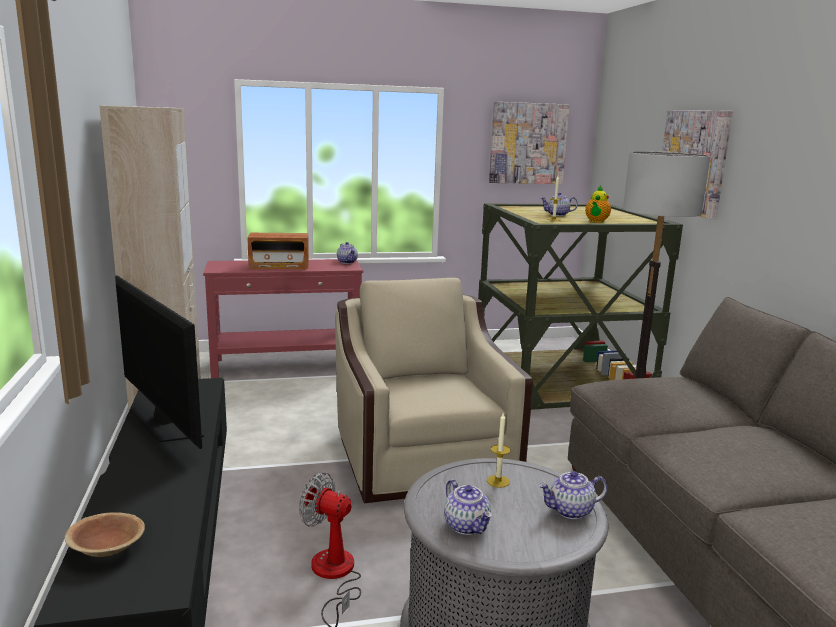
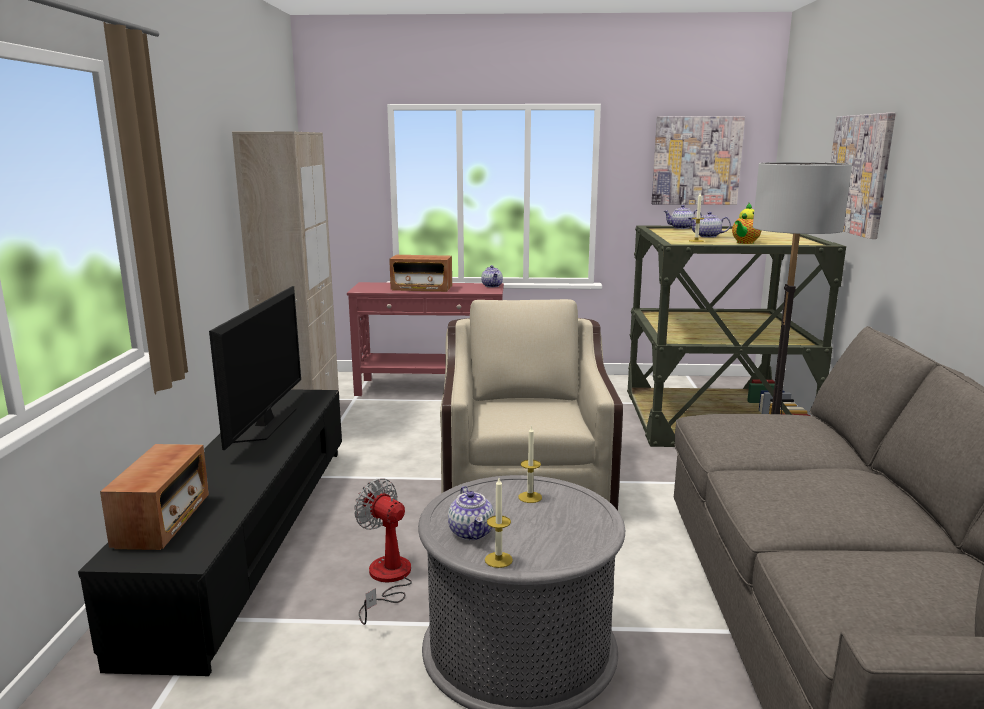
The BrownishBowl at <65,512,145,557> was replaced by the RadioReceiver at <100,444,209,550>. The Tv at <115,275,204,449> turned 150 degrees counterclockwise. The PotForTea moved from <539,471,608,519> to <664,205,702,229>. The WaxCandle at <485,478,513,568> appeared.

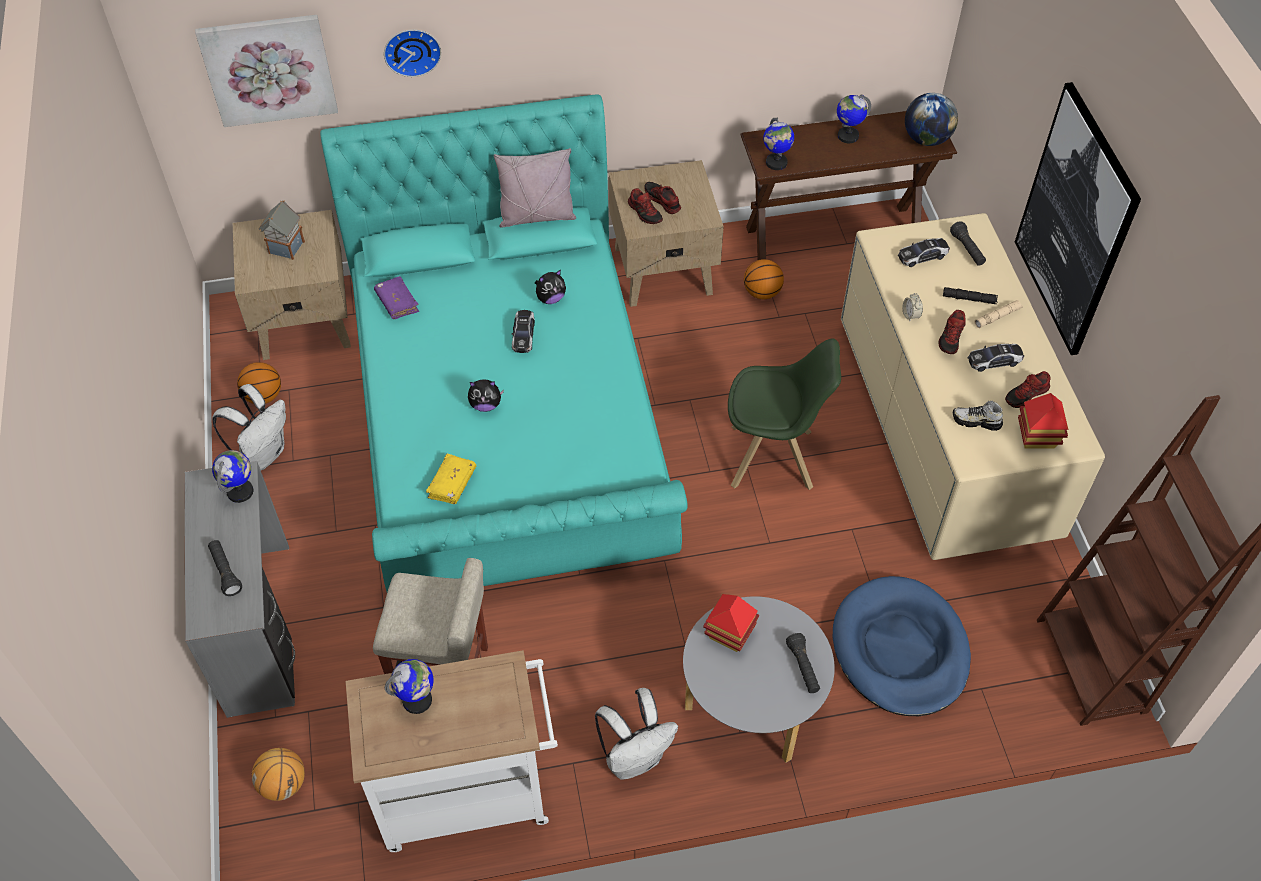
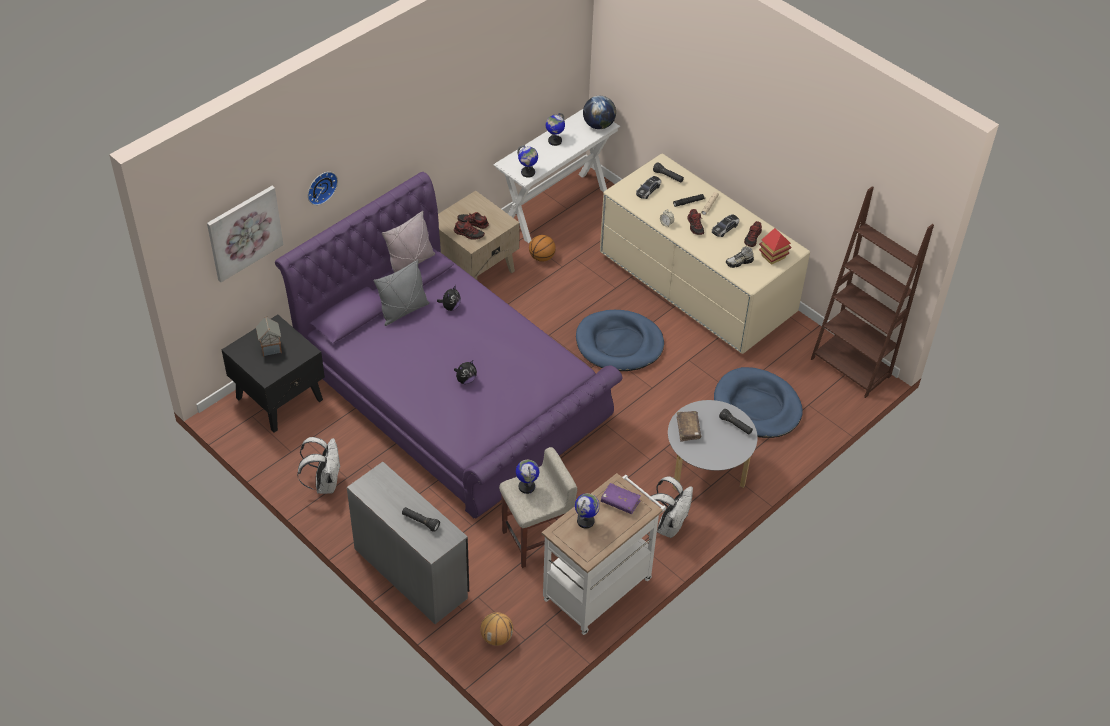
The WorldGlobe moved from <212,450,253,503> to <516,460,539,494>. The SandColouredBedsideTable at <233,210,351,360> became the BlackBedsideTable at <222,314,325,433>. The BallForBasketball at <237,362,281,404> disappeared. The TurquoiseColouredBedroomBed at <320,95,688,592> became the PurplishBedroomBed at <275,172,623,519>. The PurplishBoundBook moved from <374,276,419,319> to <601,483,641,514>. The YellowBoundBook at <426,454,476,504> disappeared. The ModelCar at <512,310,535,353> disappeared. The MiniatureHouse at <703,594,759,652> was replaced by the BrownishBoundBook at <677,411,701,441>. The GreenColouredUprightChair at <728,338,841,490> was replaced by the BluePetBed at <576,310,664,371>. The BrownishHallTable at <740,111,957,260> became the WhiteColouredHallTable at <494,109,620,243>. The WallPicture at <1015,82,1141,355> disappeared. The GrayPillow at <373,259,429,326> appeared.

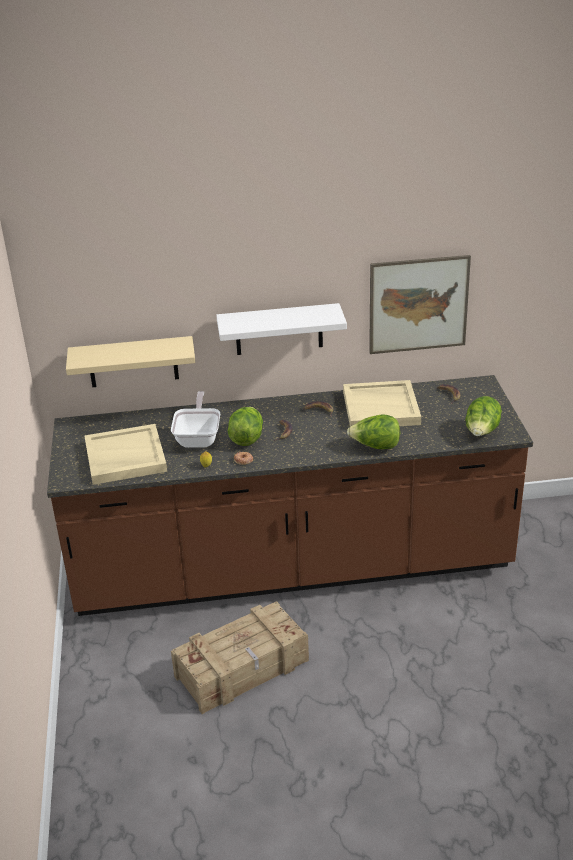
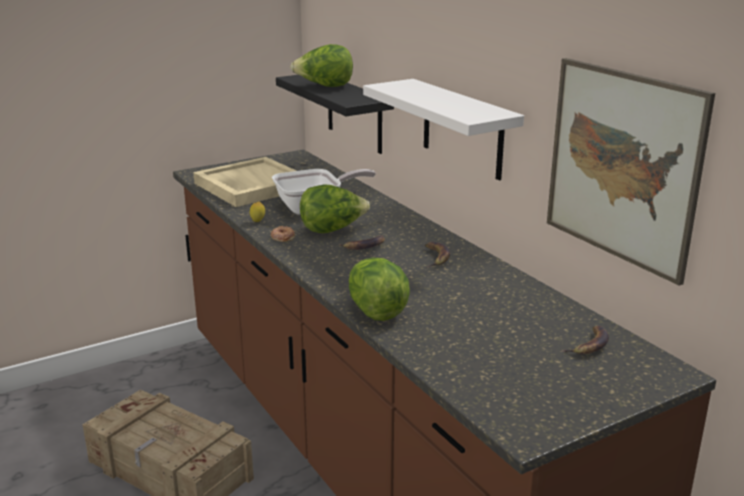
The SandColouredShelf at <66,336,195,387> became the BlackShelf at <276,75,394,154>. The SandColouredServingTray at <343,380,421,426> disappeared. The Lettuce moved from <465,396,502,436> to <290,44,353,87>.

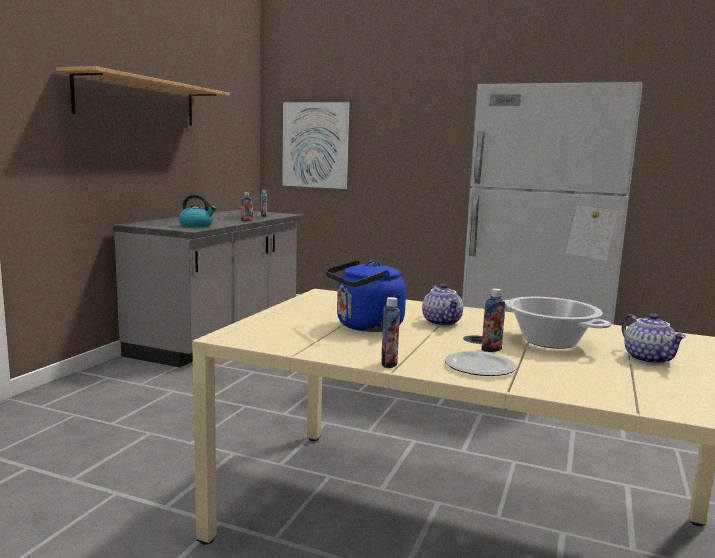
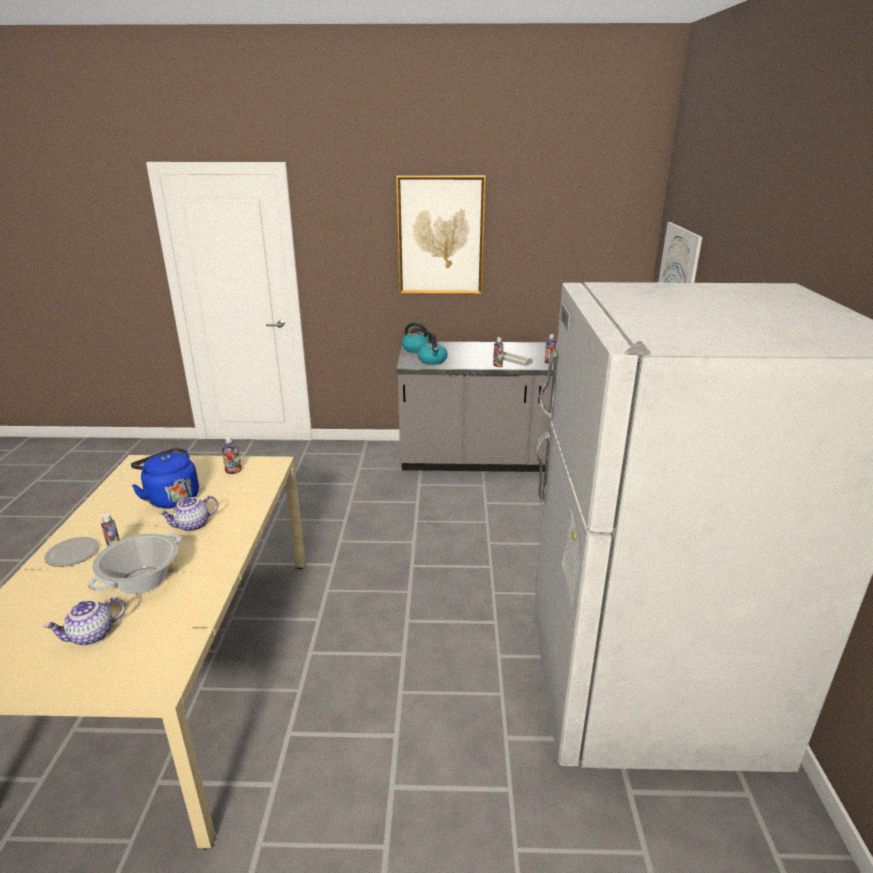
The Shelf at <56,66,230,126> was replaced by the WallPicture at <396,175,486,294>. The Bottle moved from <381,297,400,368> to <222,436,242,474>. The TeaKettle at <402,322,431,353> appeared.

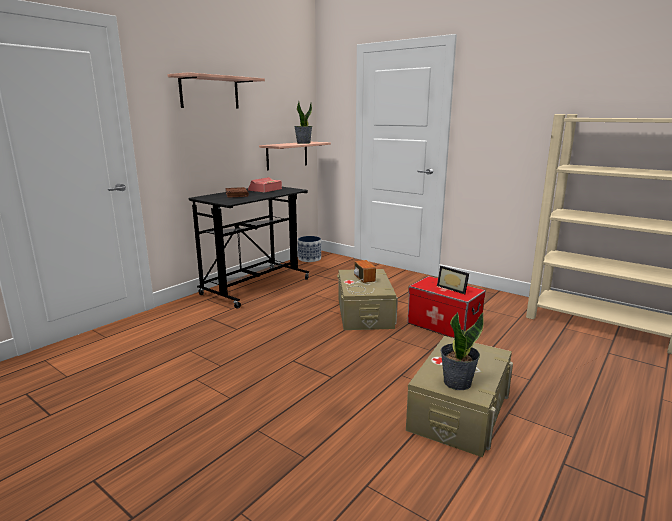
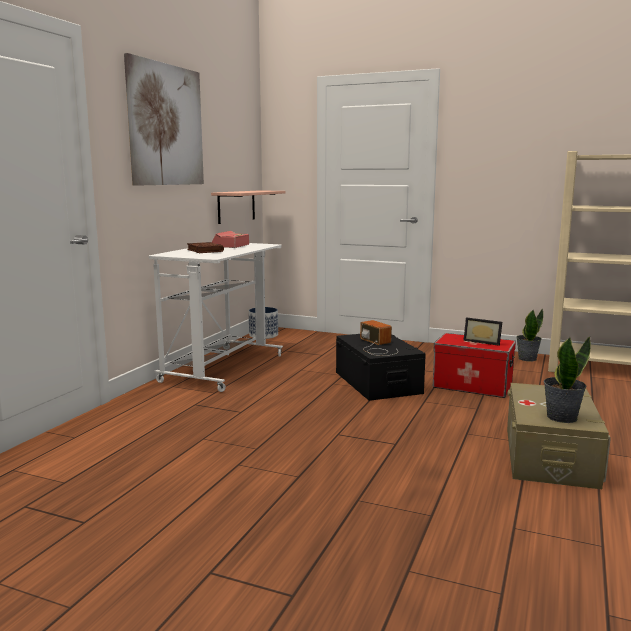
The Shelf at <167,72,265,108> was replaced by the WallPicture at <124,53,204,186>. The BlackDeskTable at <188,187,309,309> became the WhiteColouredDeskTable at <149,243,283,392>. The PlantInAPot moved from <294,102,313,144> to <517,309,543,361>. The SandColouredStorageContainer at <337,269,398,330> became the BlackStorageContainer at <336,334,426,401>.

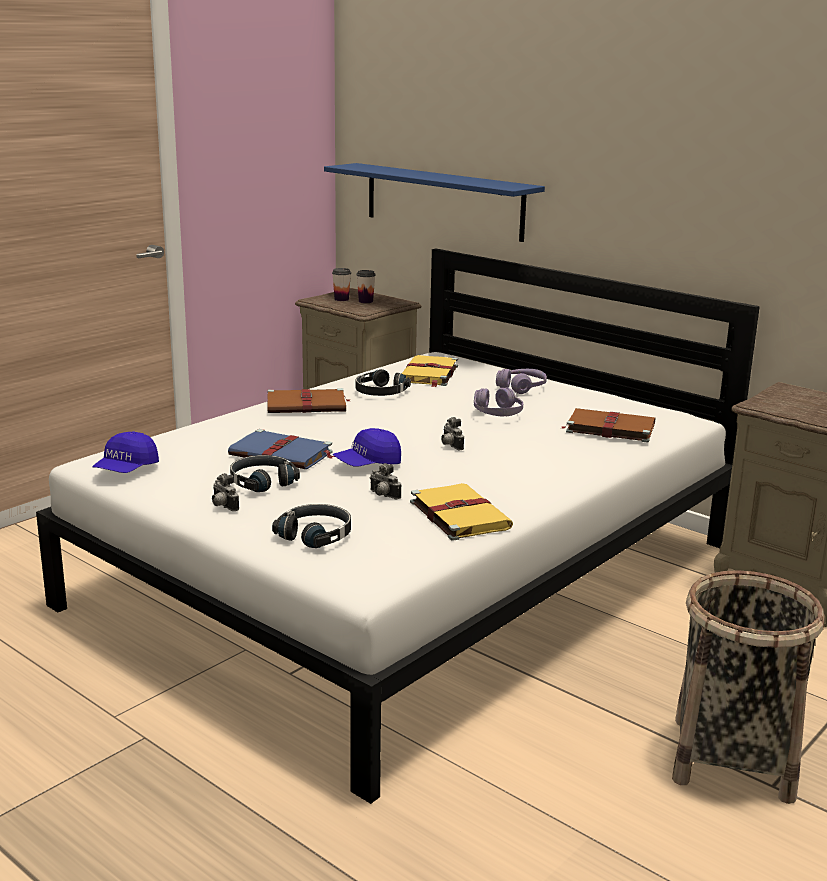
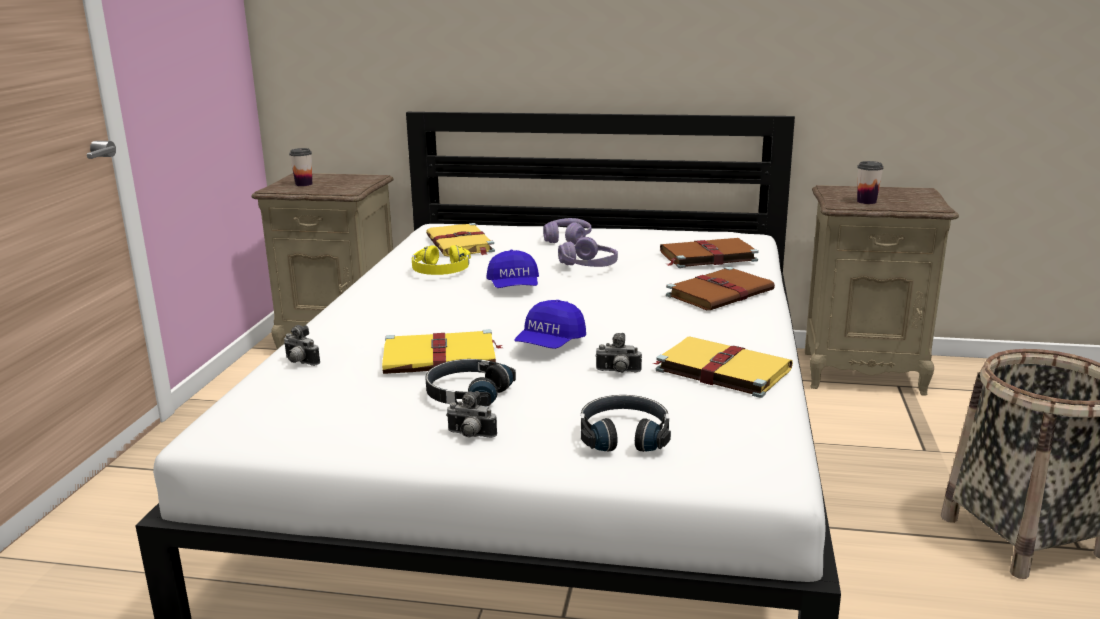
The BlueBaseballCap moved from <92,432,159,473> to <486,250,539,288>. The BlueBoundBook at <228,429,335,469> became the YellowBoundBook at <382,329,502,374>. The BrownishBoundBook moved from <267,388,351,413> to <666,267,775,310>. The BlueShelf at <324,163,545,242> disappeared. The BlackHeadphones at <355,369,411,396> became the YellowHeadphones at <412,245,471,275>. The Cup moved from <356,270,376,303> to <857,161,884,204>. The StillCamera moved from <441,417,464,450> to <284,325,320,366>.

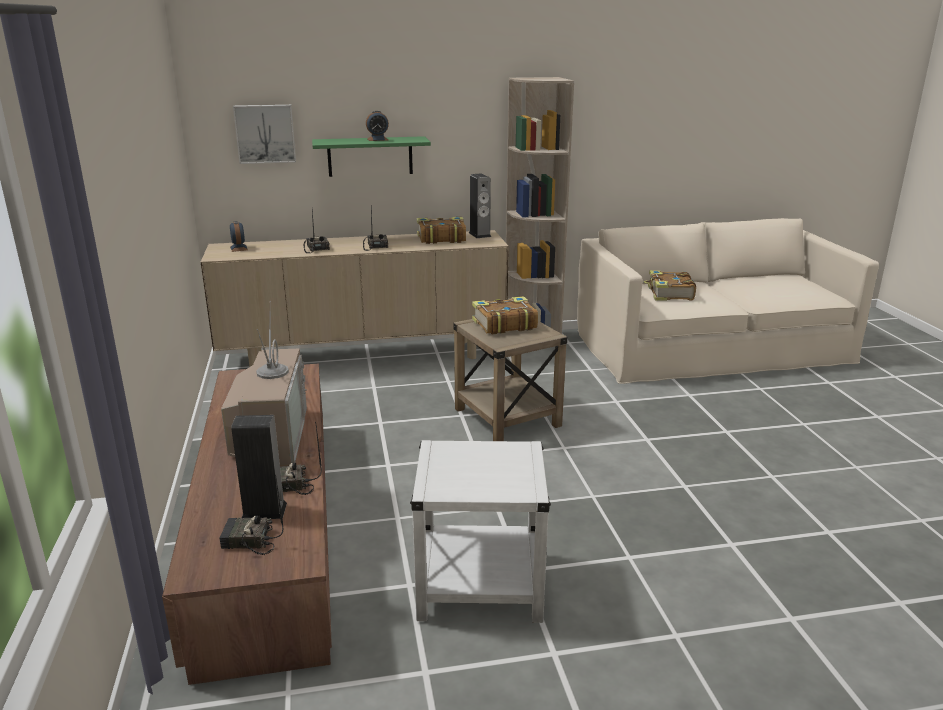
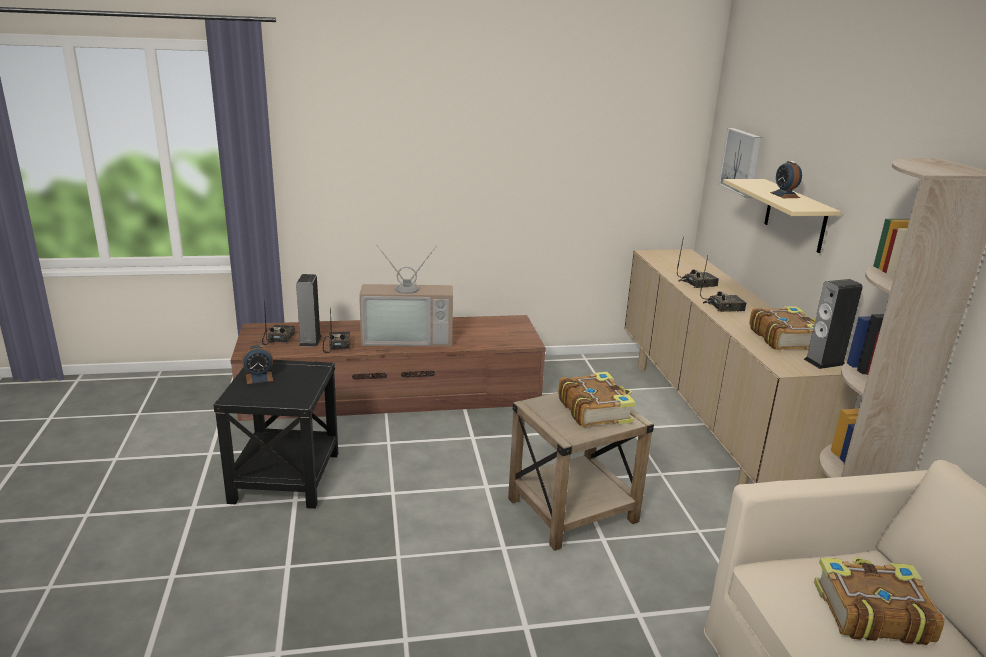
The AlarmClock moved from <230,221,248,252> to <242,345,273,384>. The GreenColouredShelf at <312,136,431,177> became the SandColouredShelf at <723,179,841,253>. The WhiteColouredEndTable at <410,440,551,623> became the BlackEndTable at <213,360,338,509>.

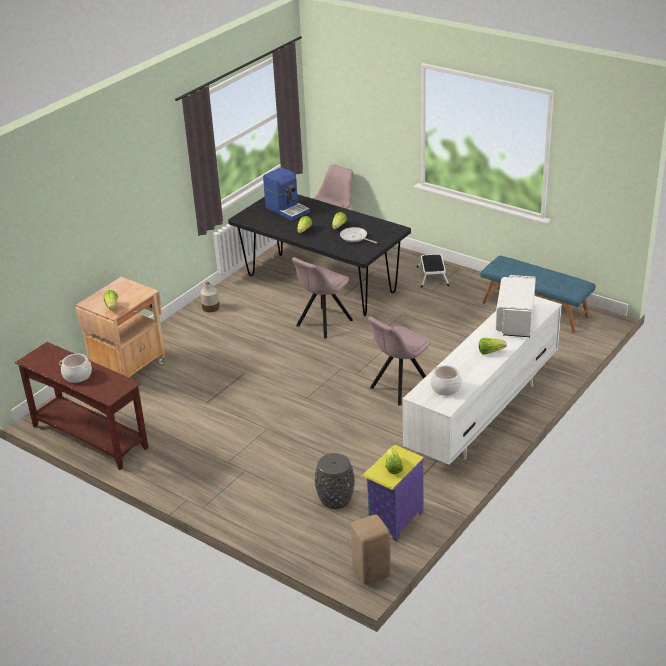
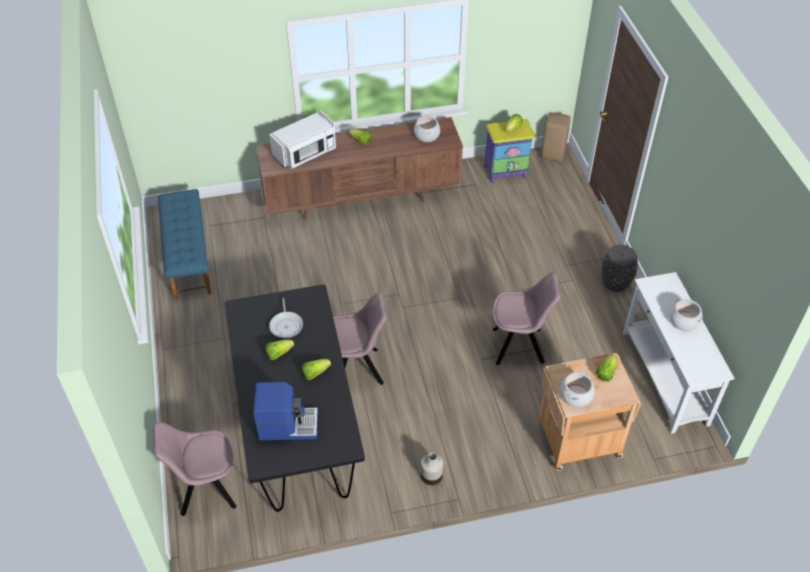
The BrownishHallTable at <15,342,149,470> became the WhiteColouredHallTable at <623,272,735,434>. The CoffeeMaker at <263,167,310,221> turned 90 degrees clockwise. The GrayStool moved from <315,453,355,509> to <601,245,638,292>. The PinkUprightChair moved from <368,316,431,406> to <492,272,561,365>. The WhiteColouredCupboard at <403,296,562,465> became the BrownishCupboard at <256,117,463,221>. The BlackStepStool at <417,254,450,288> disappeared. The Stockpot at <560,371,595,407> appeared.

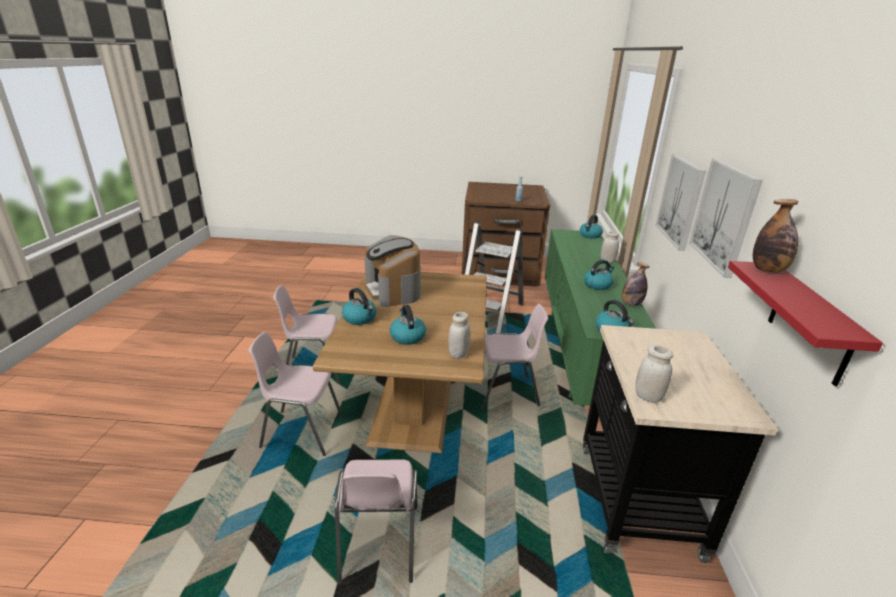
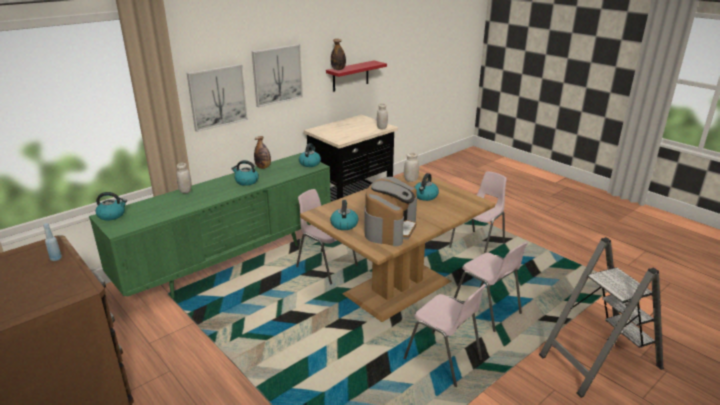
The TeaKettle moved from <342,288,376,325> to <330,200,359,230>. The GrayStepStool moved from <465,221,523,333> to <539,237,664,398>.

